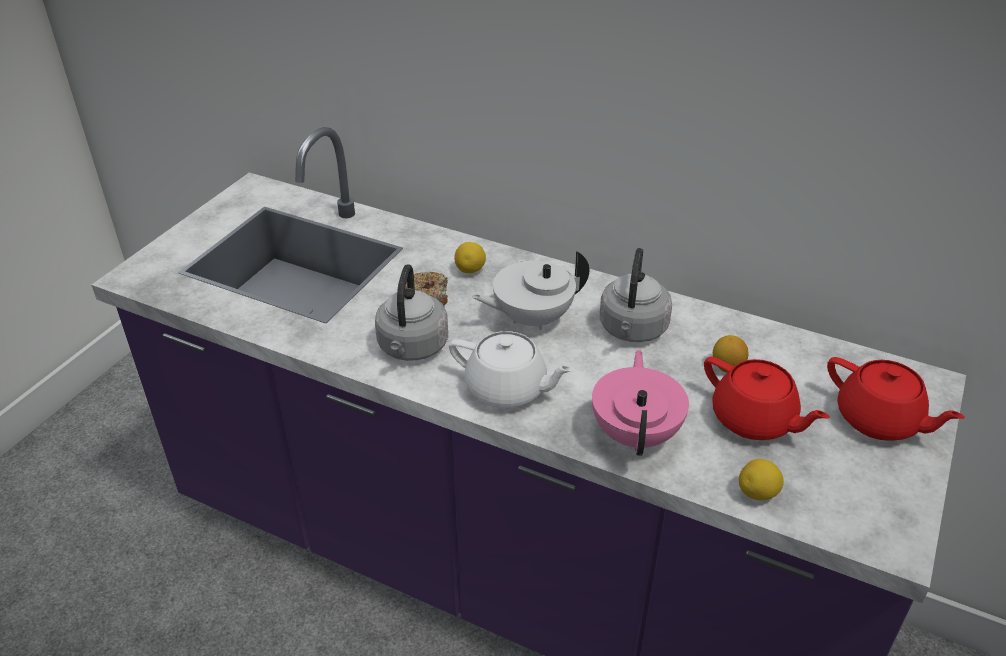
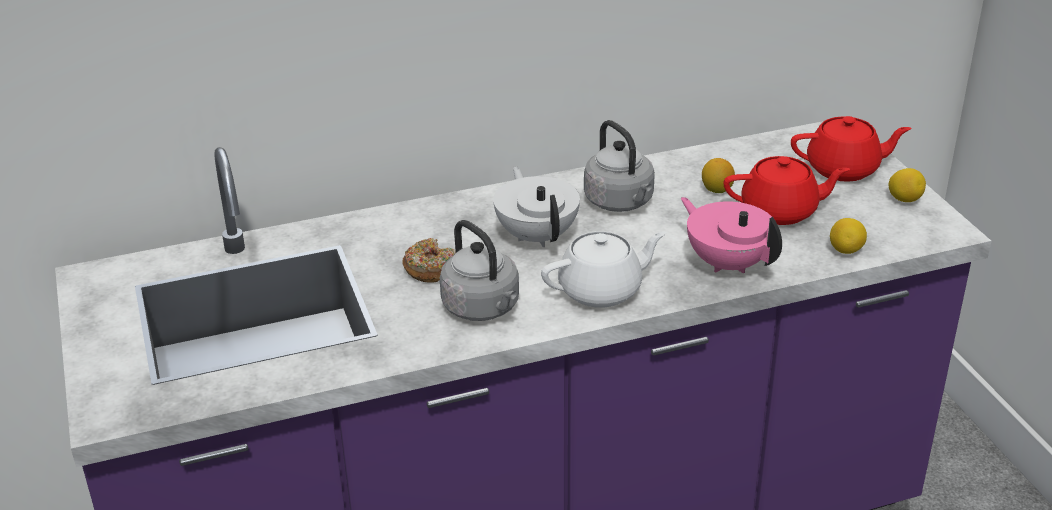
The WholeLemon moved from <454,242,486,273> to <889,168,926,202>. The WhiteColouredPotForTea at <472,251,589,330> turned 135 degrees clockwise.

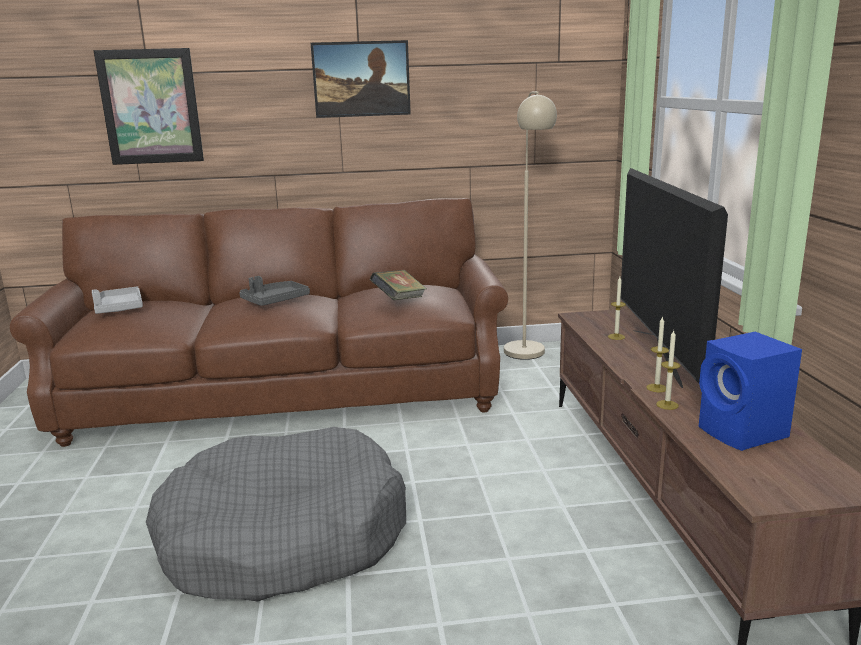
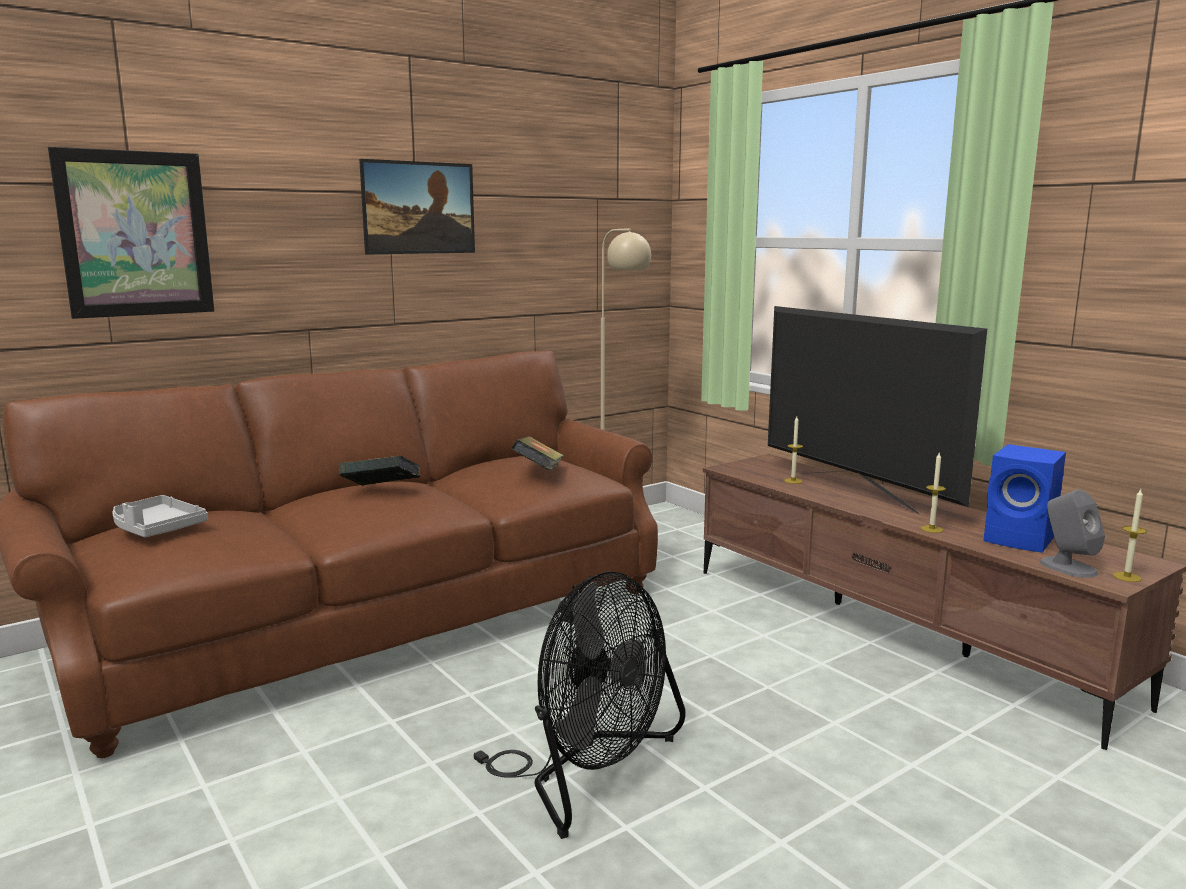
The GrayPetBed at <146,427,406,602> was replaced by the BlackElectricFan at <474,572,686,839>. The GrayServingTray at <239,276,310,306> was replaced by the BoundBook at <339,456,420,486>. The WaxCandle moved from <646,316,669,392> to <1113,489,1147,582>. The GrayAudioSpeaker at <1040,490,1105,578> appeared.

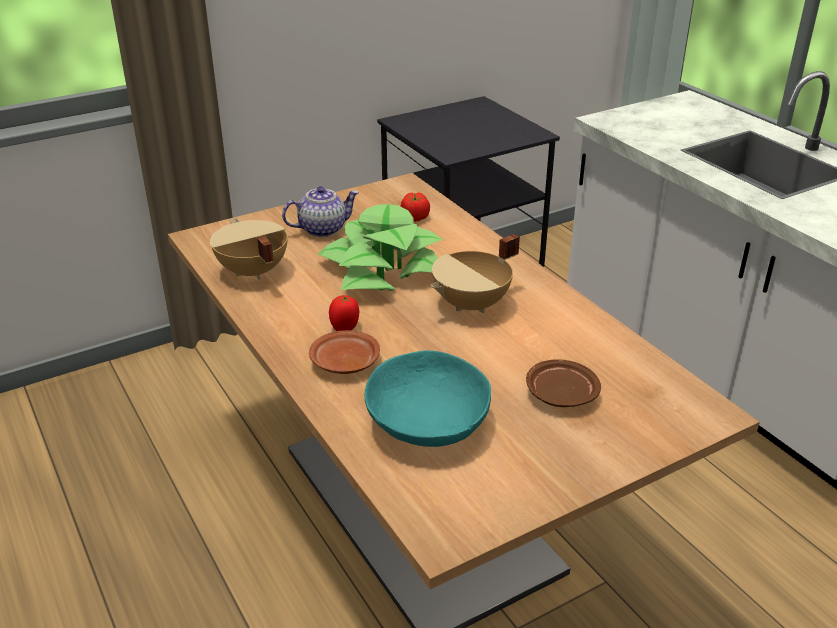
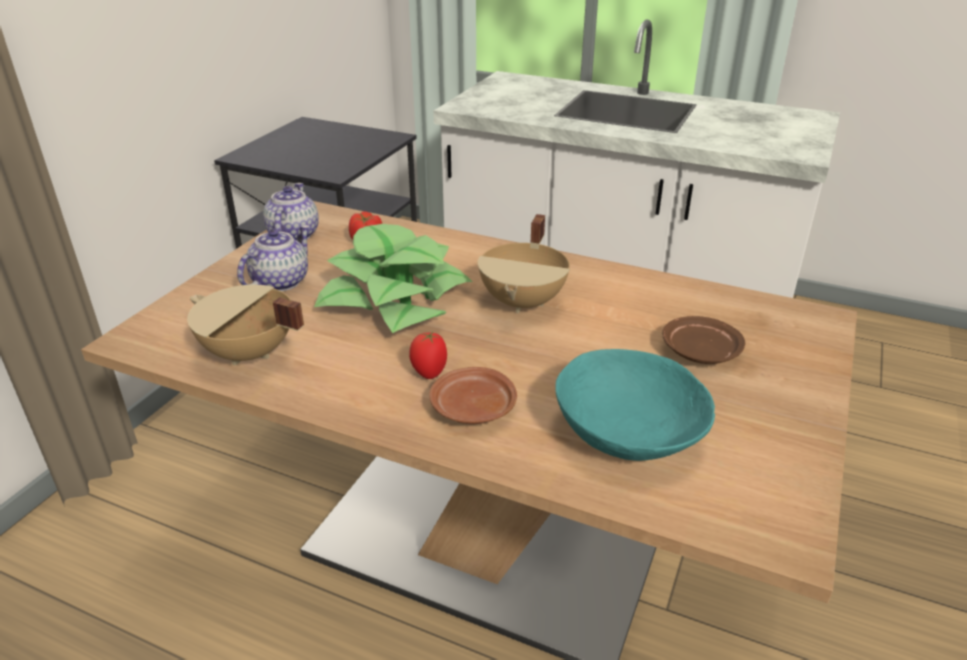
The PotForTea at <263,183,319,239> appeared.

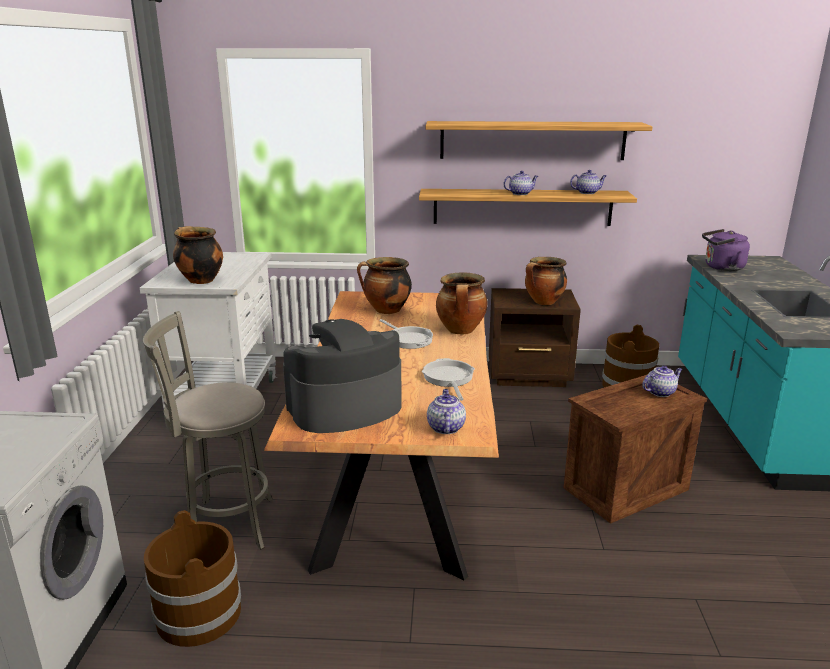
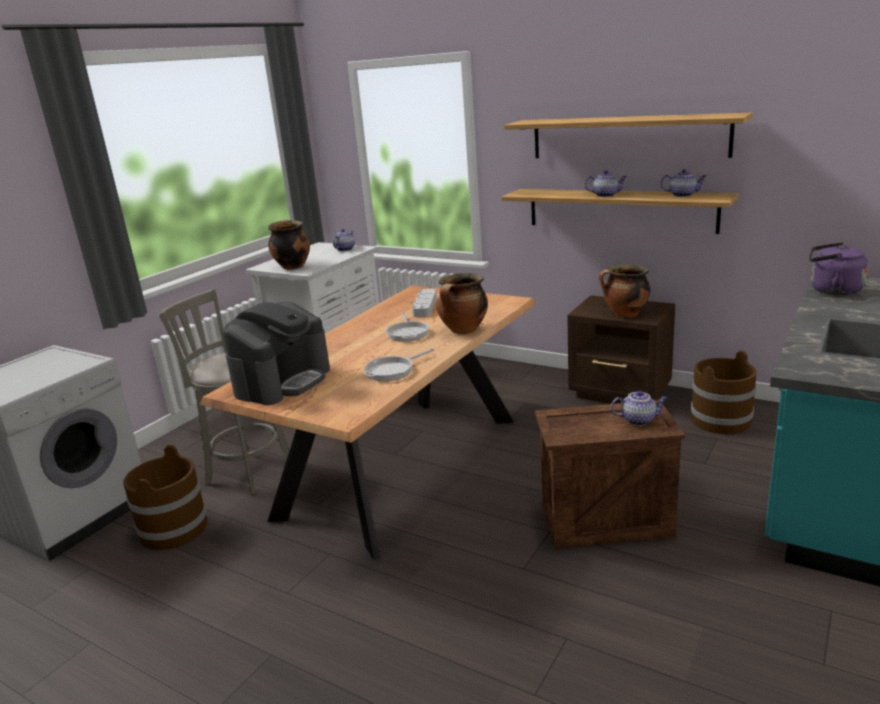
The CoffeeMaker at <283,319,402,433> turned 120 degrees clockwise. The Stockpot at <357,257,412,314> was replaced by the GrayServingTray at <412,289,437,317>. The Pan at <422,358,475,401> turned 150 degrees counterclockwise. The PotForTea moved from <427,389,466,434> to <333,229,355,251>.

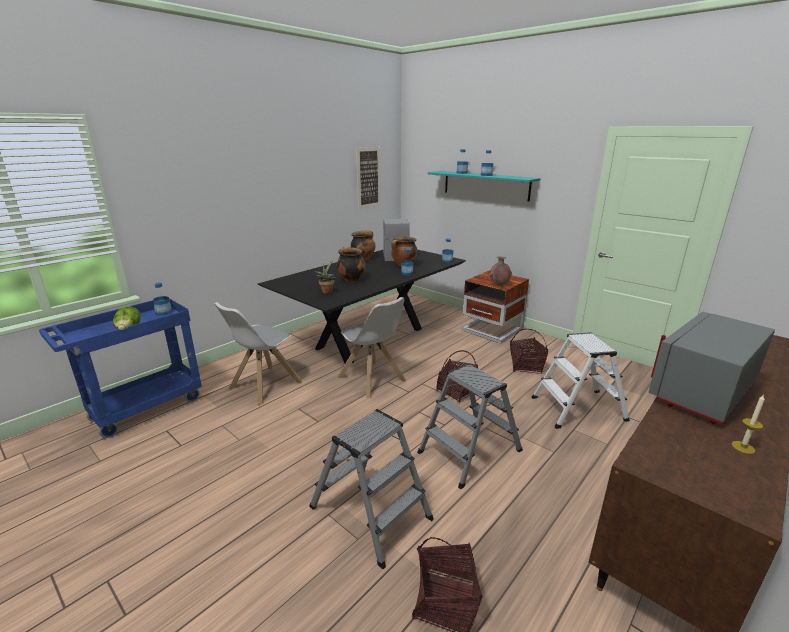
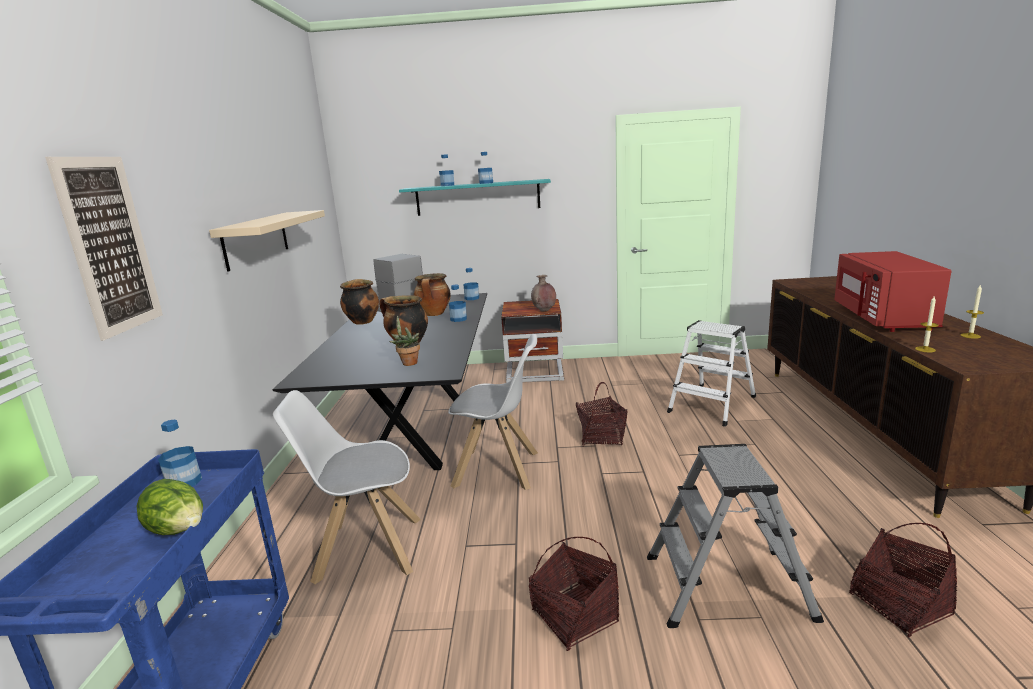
The UprightChair at <214,302,302,405> turned 90 degrees clockwise. The WallPicture moved from <356,147,381,209> to <45,157,163,341>. The GrayStepStool at <417,363,523,489> disappeared. The StorageBasket moved from <510,329,548,374> to <529,537,619,651>. The GrayKitchenMicrowave at <649,312,775,425> became the RedKitchenMicrowave at <834,251,951,332>. The SandColouredShelf at <209,210,325,272> appeared. The WaxCandle at <915,295,939,352> appeared.

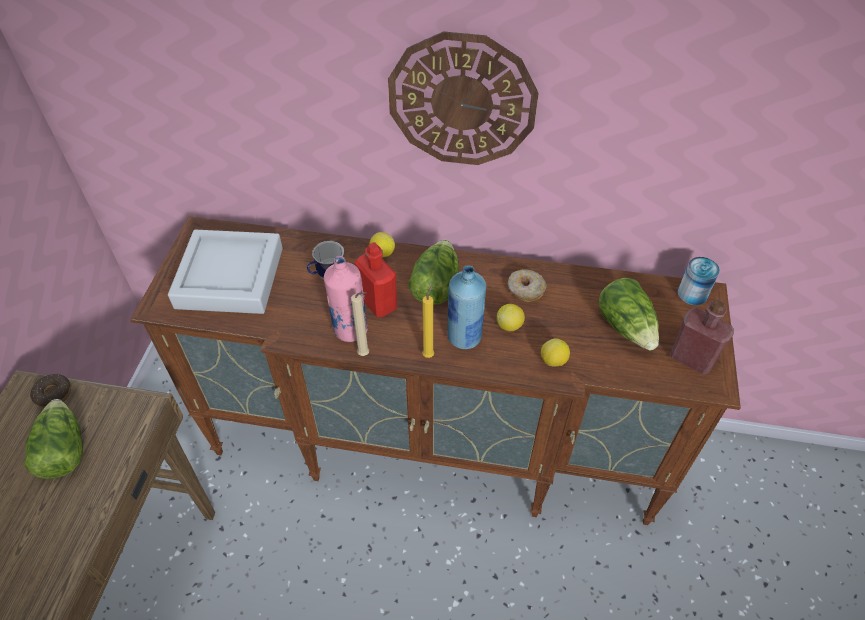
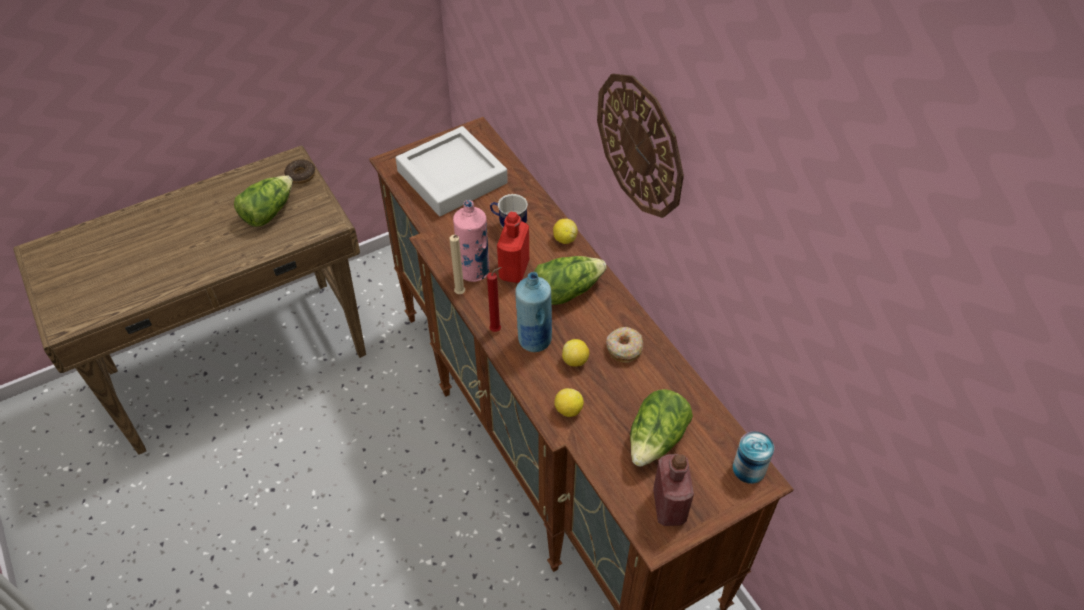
The YellowWaxCandle at <422,285,434,358> became the RedWaxCandle at <487,267,502,332>.

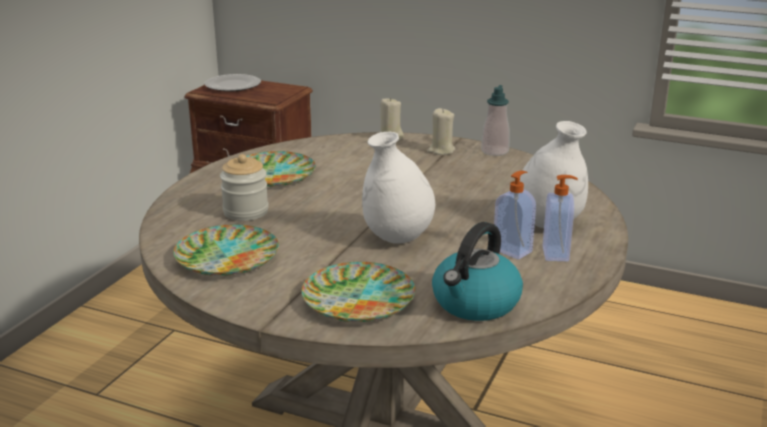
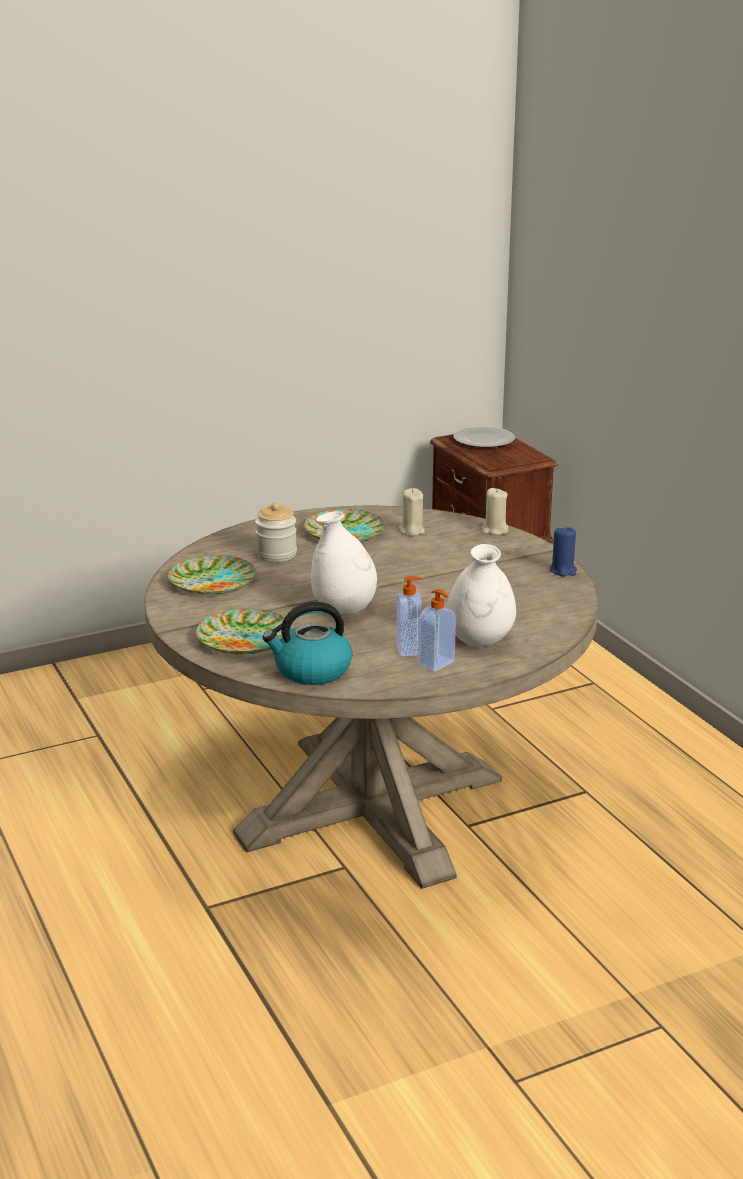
The SandColouredWaxCandle moved from <427,108,455,155> to <398,488,425,536>. The SoapBottle at <481,85,510,156> was replaced by the BlueWaxCandle at <550,526,577,576>.

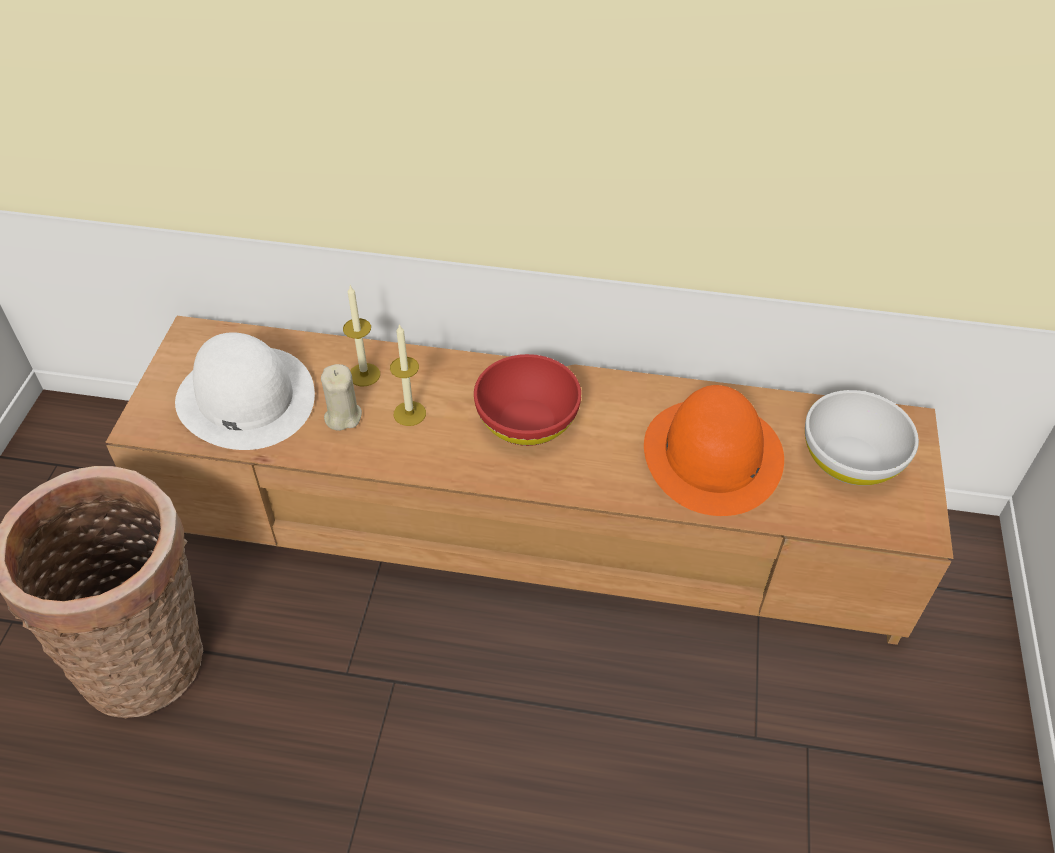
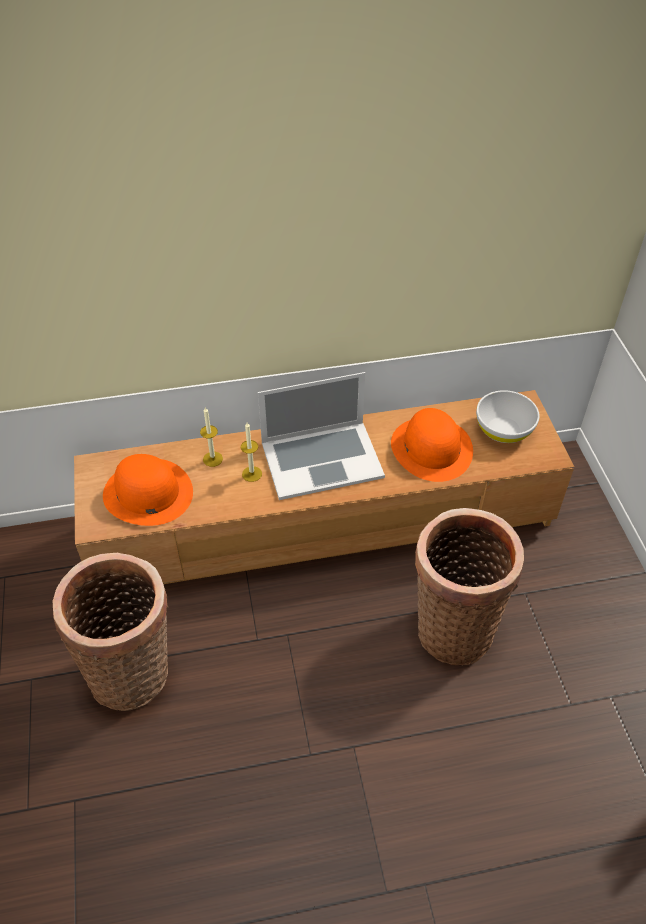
The WhiteColouredWearableHat at <175,333,315,450> became the OrangeWearableHat at <103,454,193,526>. The SandColouredWaxCandle at <321,364,362,431> disappeared. The RedBowl at <474,354,581,446> was replaced by the NotebookComputer at <258,372,385,500>. The StorageBasket at <415,508,524,665> appeared.

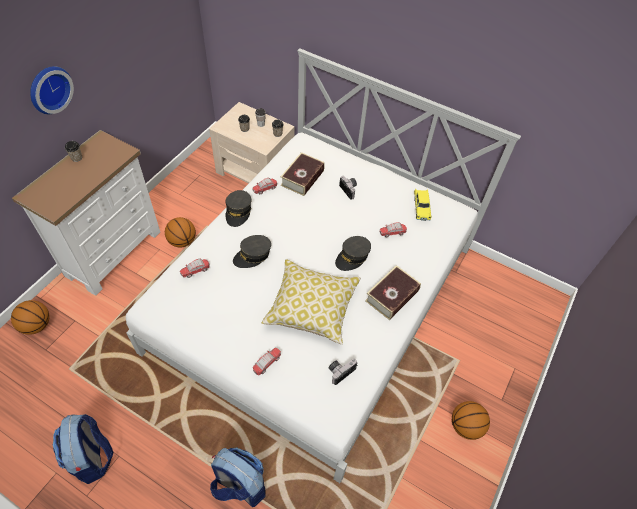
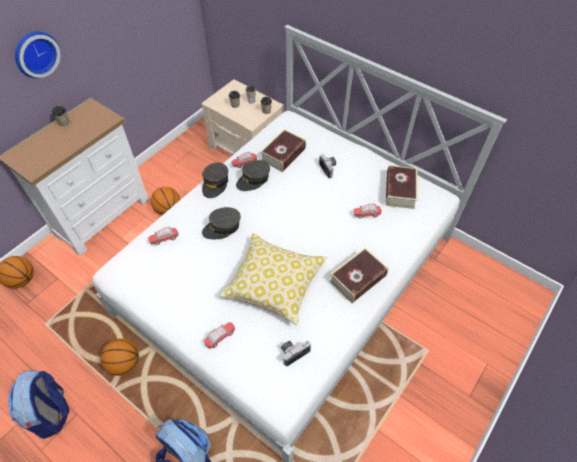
The GrayBaseballCap moved from <335,236,371,271> to <236,160,270,191>. The YellowModelCar at <414,189,431,221> was replaced by the BoundBook at <386,165,418,209>. The BallForBasketball moved from <452,401,490,440> to <100,338,139,376>.

